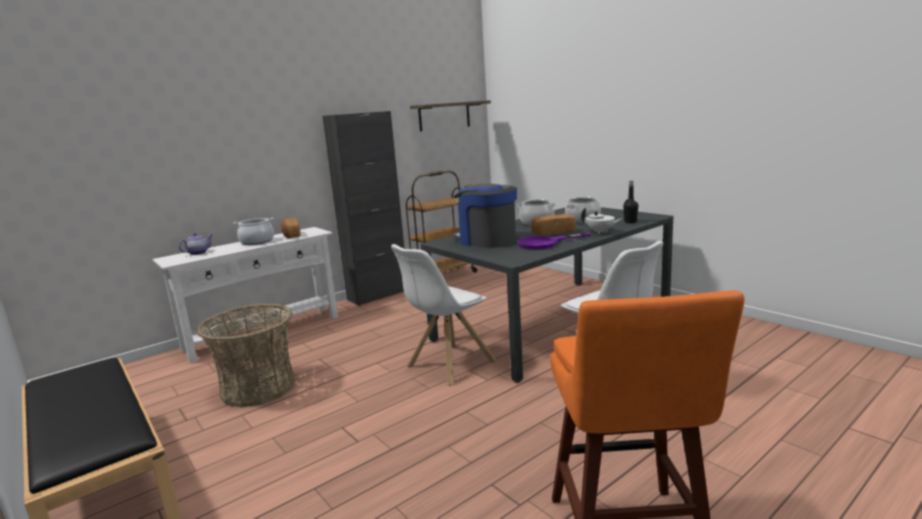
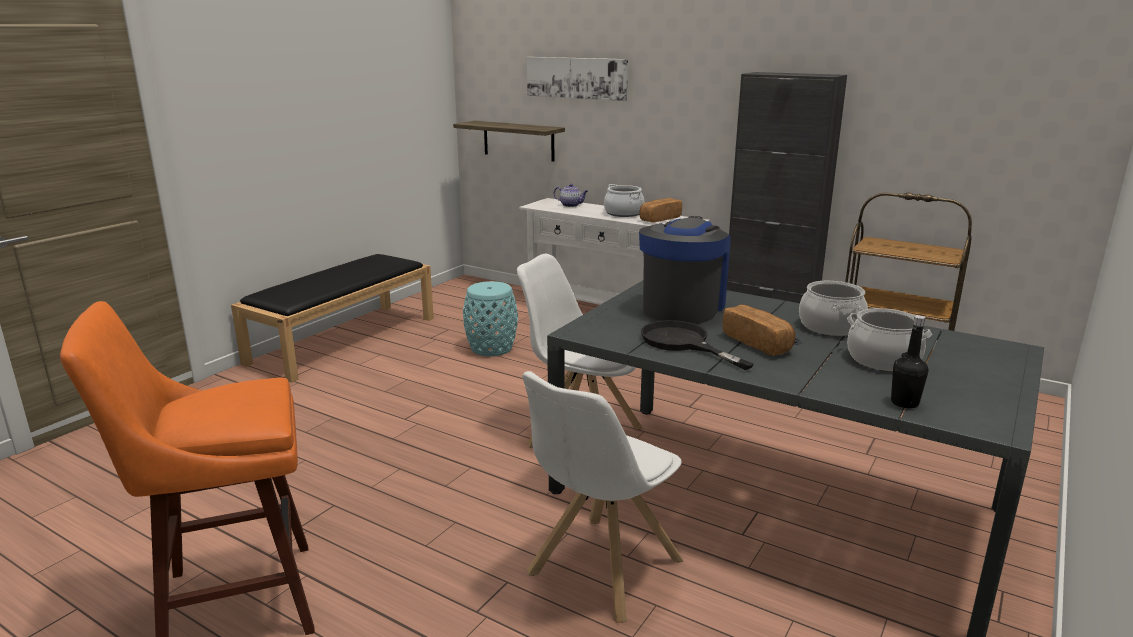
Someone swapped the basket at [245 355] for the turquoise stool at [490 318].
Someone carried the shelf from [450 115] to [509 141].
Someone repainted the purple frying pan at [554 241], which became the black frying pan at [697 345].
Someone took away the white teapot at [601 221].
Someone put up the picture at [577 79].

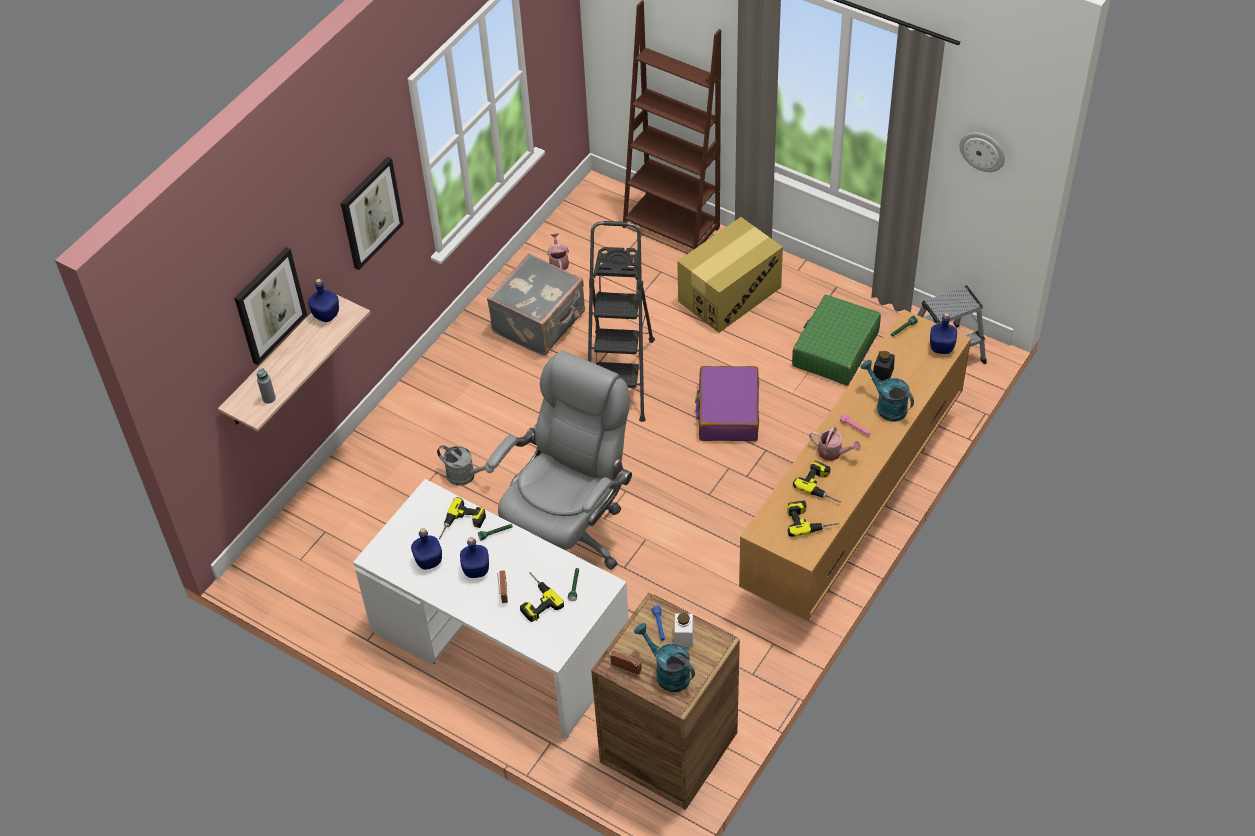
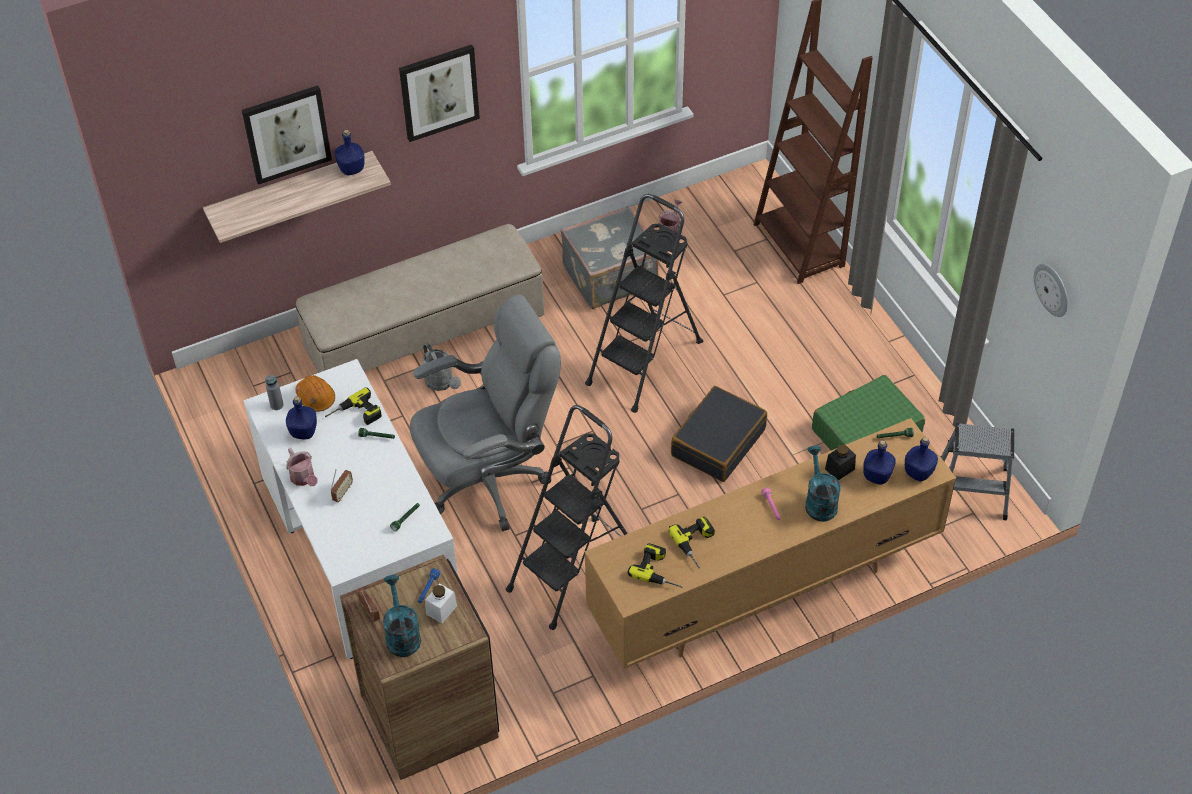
Someone carried the grey bottle from [266 386] to [274 392].
Someone carried the blue bottle from [474 557] to [879 462].
Someone took away the power drill at [542 597].
Someone took away the cardboard box at [730 275].
Someone repainted the purple suitcase at [727 403], which became the black suitcase at [719 434].
Someone carried the watering can from [835 443] to [301 467].
Someone put down the orange hard hat at [315 393].
Someone put down the beige bench at [420 298].
Someone put down the step ladder at [567 517].

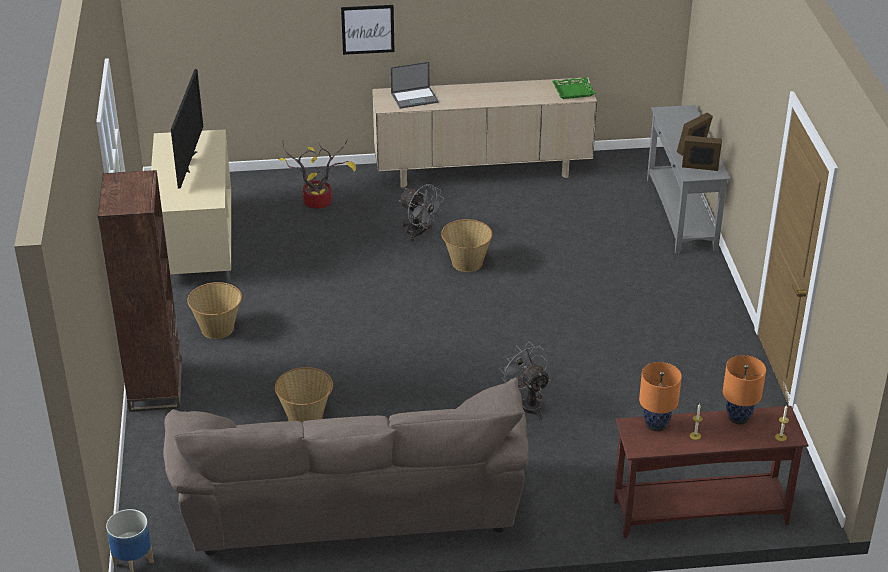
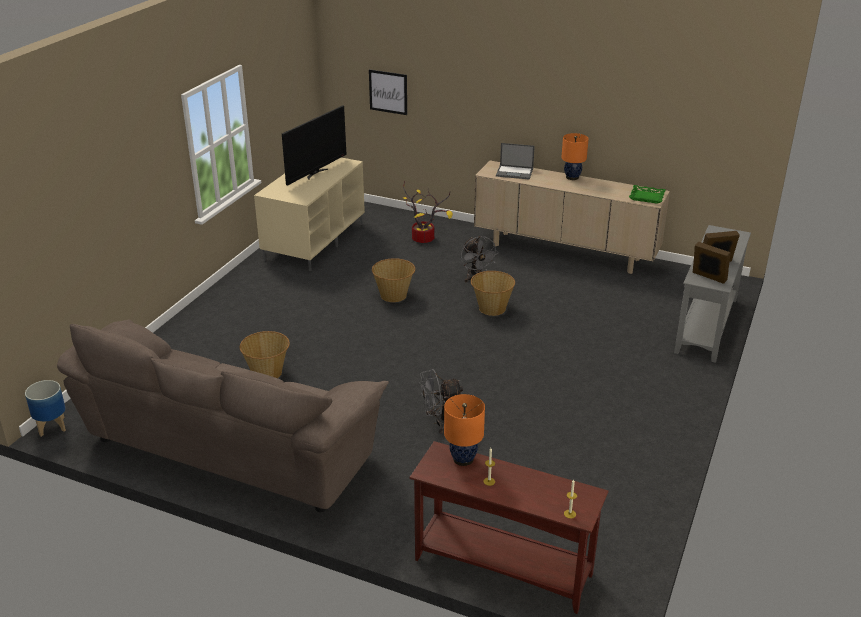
Someone took away the brown bookcase at [140 291].
Someone carried the basket from [214 310] to [393 280].
Someone carried the picture from [367 30] to [388 92].
Someone rotated the grey fan at [525 381] by 105 degrees counterclockwise.
Someone carried the orange table lamp from [744 389] to [575 156].

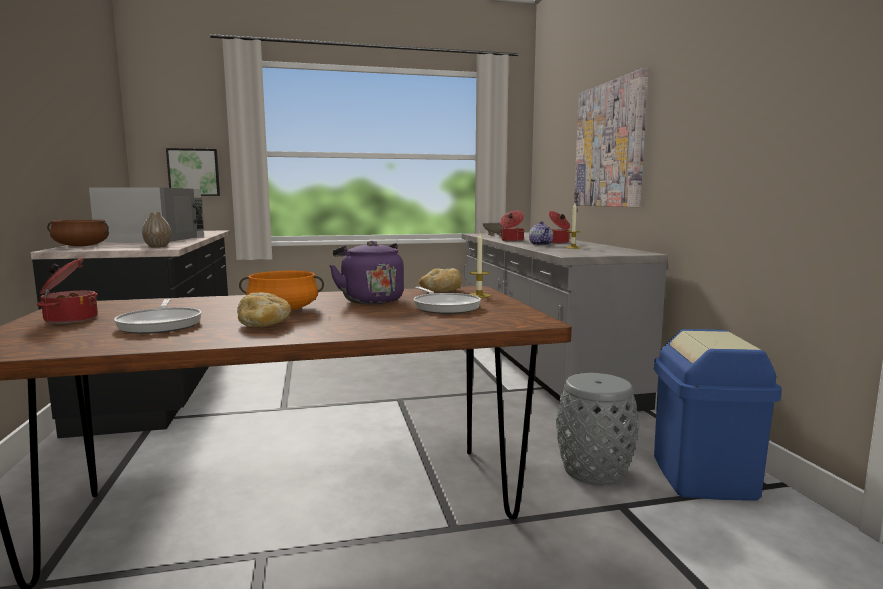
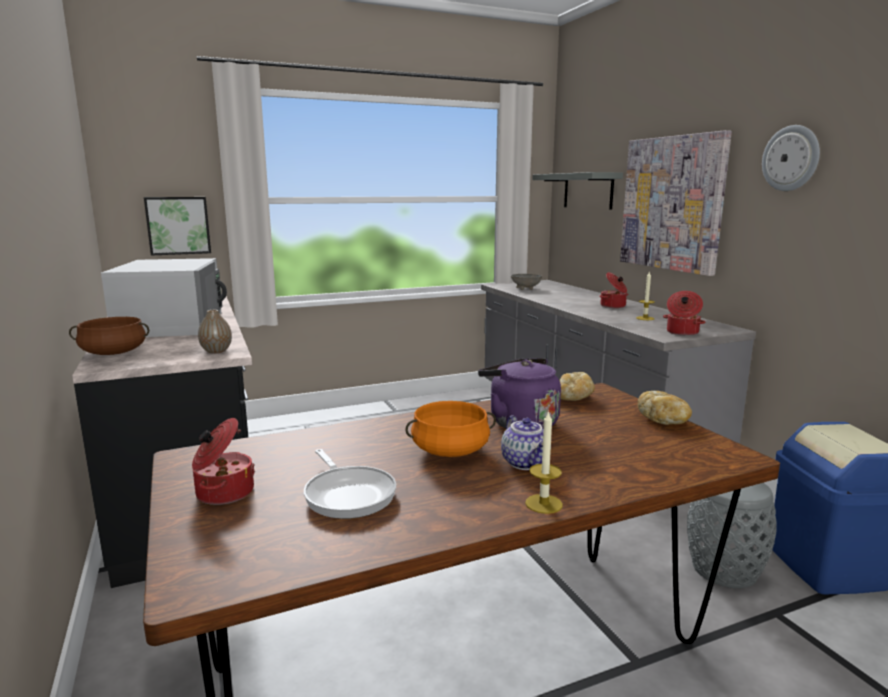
Someone carried the bread from [264 309] to [665 408].
Someone took away the frying pan at [447 300].
Someone carried the candle from [480 265] to [544 462].
Someone carried the cooking pot from [512 226] to [684 313].
Someone carried the teapot from [541 233] to [522 443].
Someone put up the grey shelf at [577 191].
Someone put up the wall clock at [791 158].

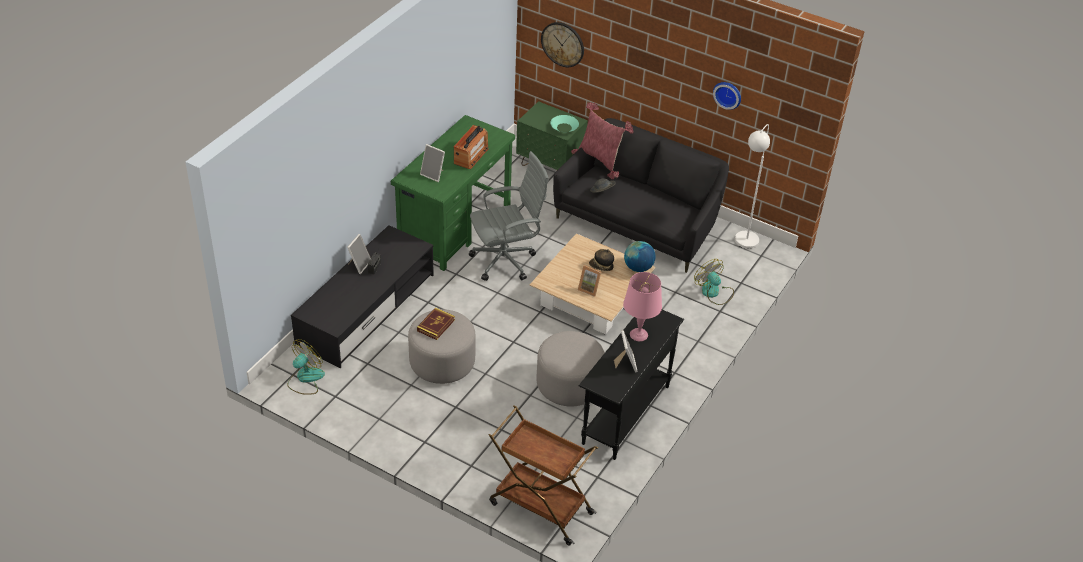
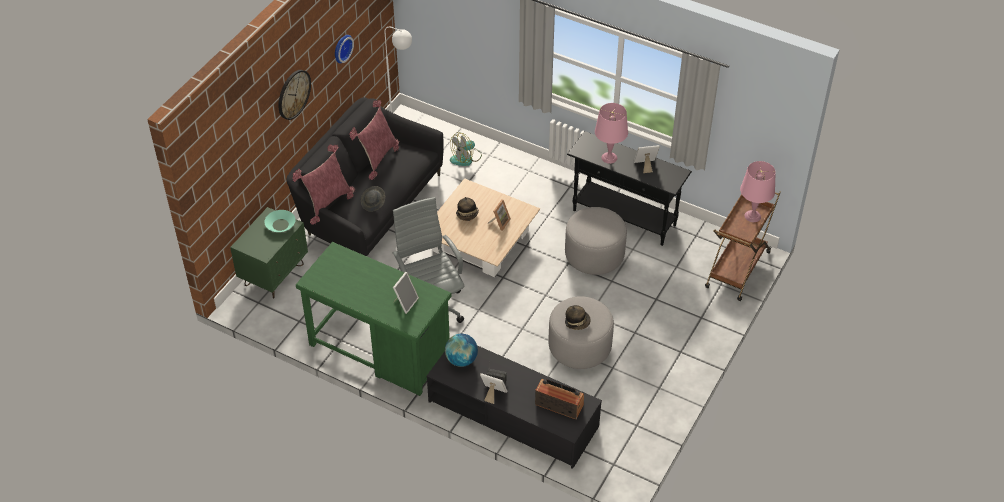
Someone took away the fan at [306 367].
Someone swapped the book at [436 323] for the hat at [578 317].
Someone carried the radio from [471 147] to [559 399].
Someone carried the wall clock from [562 44] to [295 95].
Someone carried the globe from [640 256] to [461 350].
Someone put down the red pillow at [374 139].
Someone put down the pink table lamp at [758 191].

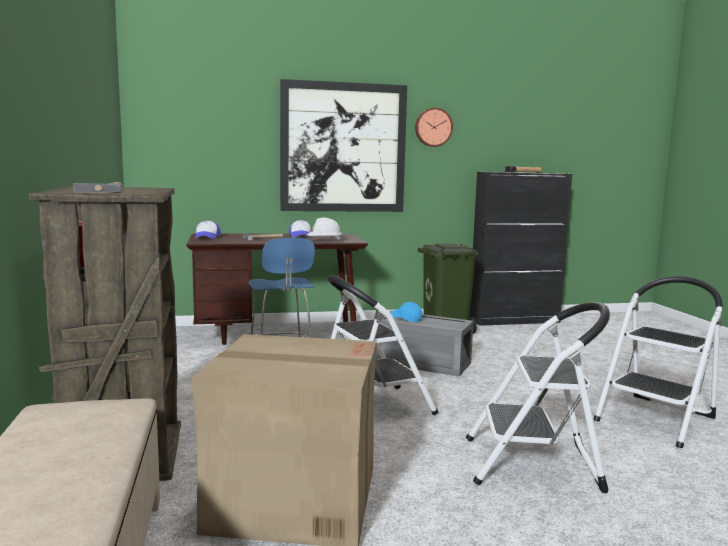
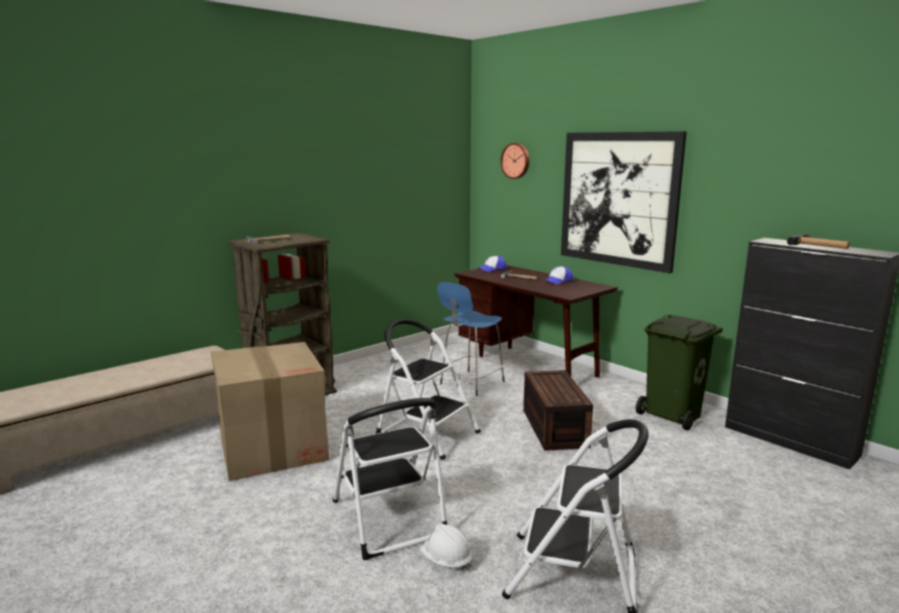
Someone carried the white hard hat from [324 229] to [446 547].
Someone repainted the grey storage box at [424 343], which became the brown storage box at [558 410].
Someone took away the blue cap at [407 312].
Someone carried the wall clock from [434 127] to [515 161].

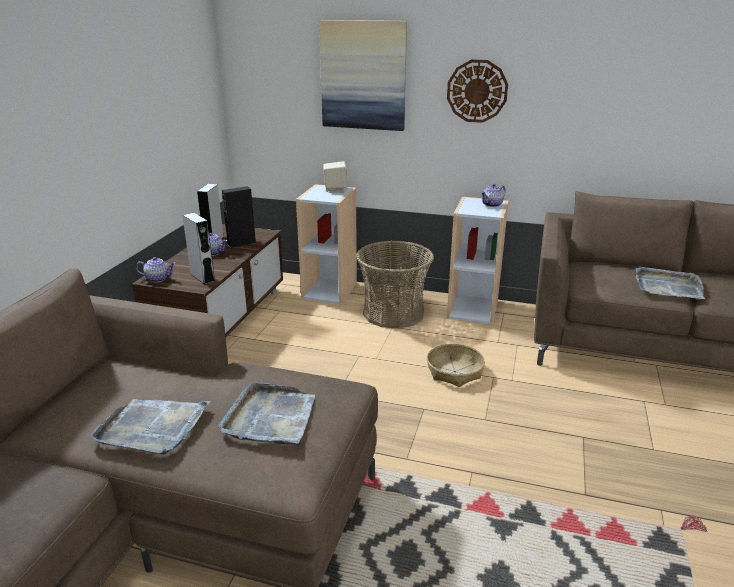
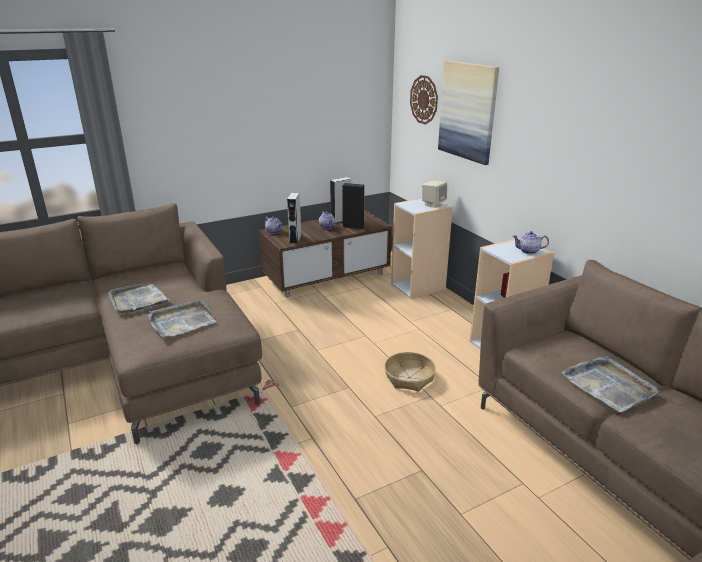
Someone took away the basket at [395 285].
Someone carried the wall clock from [477 91] to [424 100].

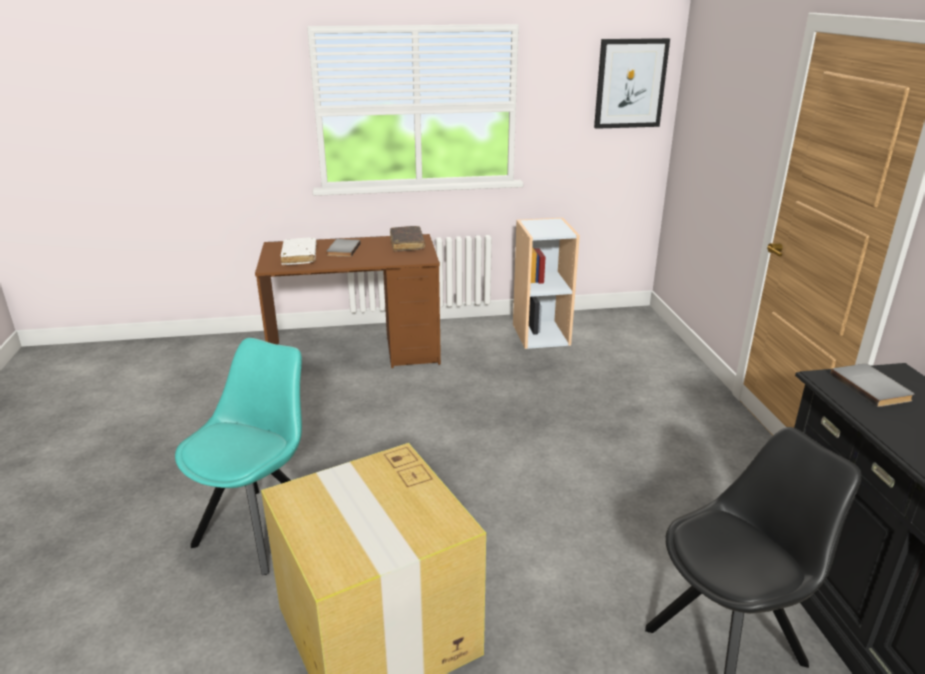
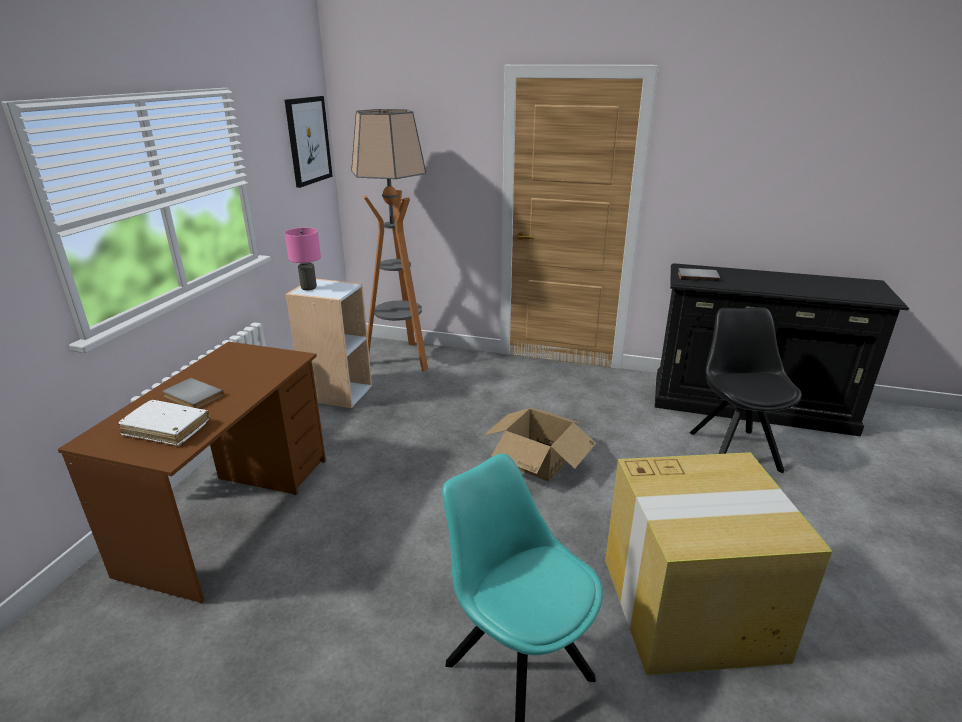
Someone took away the brown book at [407 239].
Someone put down the pink table lamp at [303 259].
Someone put down the floor lamp at [389 240].
Someone put down the cardboard box at [539 444].

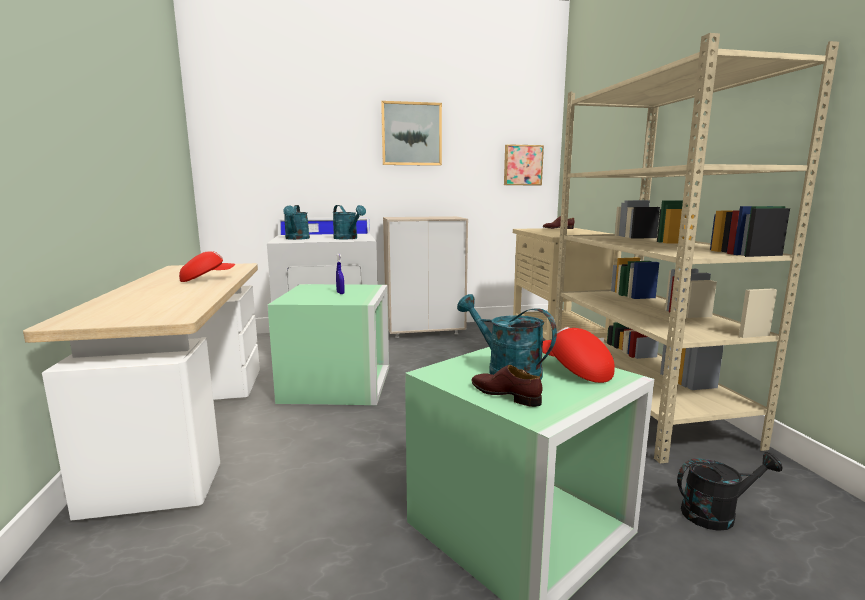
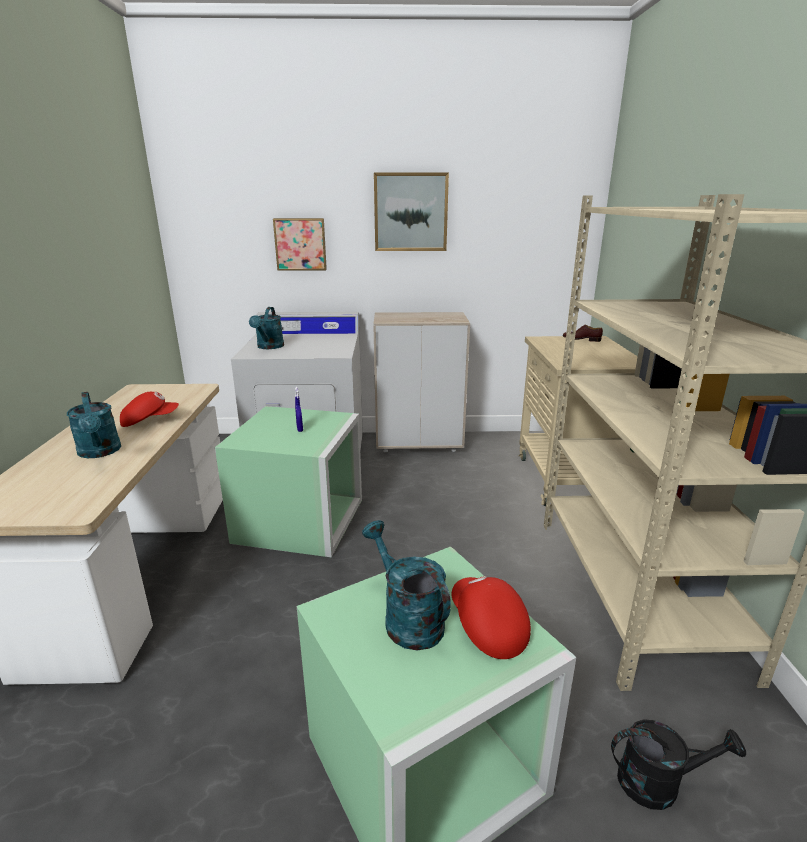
Someone carried the turquoise watering can from [349 222] to [94 425].
Someone took away the brown shoe at [507 386].
Someone carried the picture from [524 164] to [300 244].

